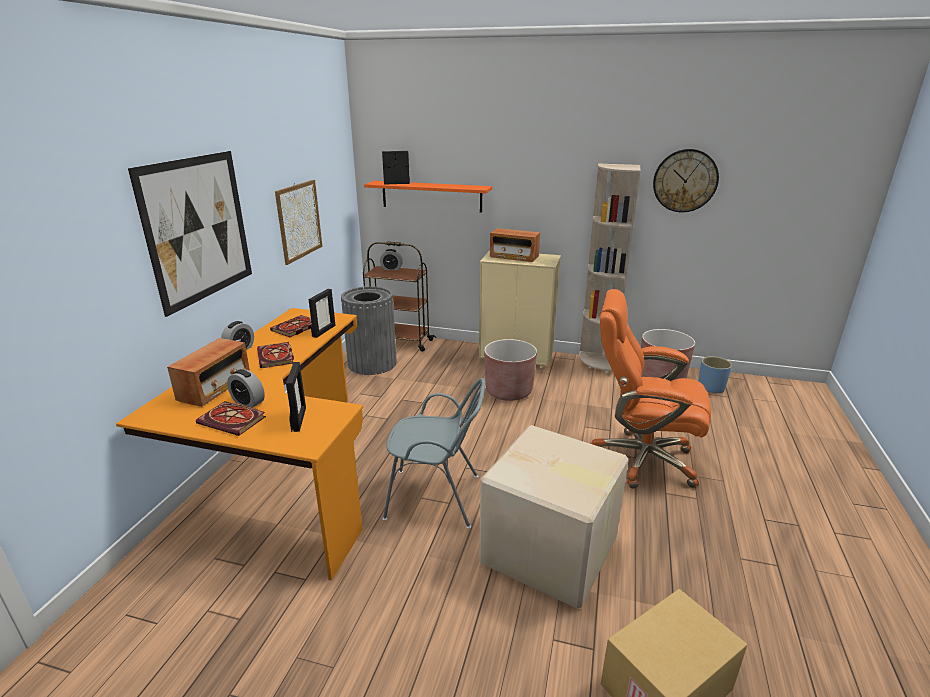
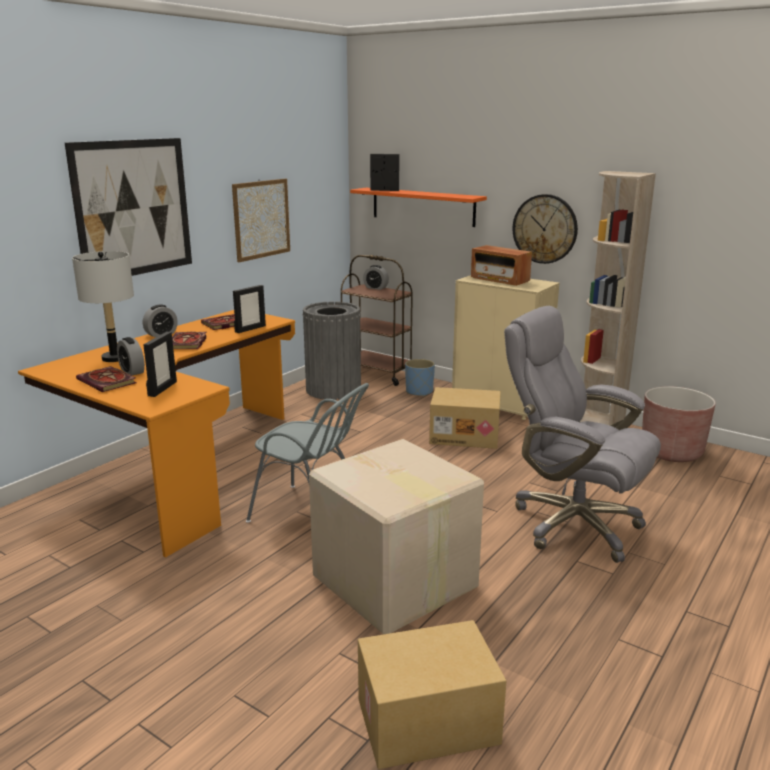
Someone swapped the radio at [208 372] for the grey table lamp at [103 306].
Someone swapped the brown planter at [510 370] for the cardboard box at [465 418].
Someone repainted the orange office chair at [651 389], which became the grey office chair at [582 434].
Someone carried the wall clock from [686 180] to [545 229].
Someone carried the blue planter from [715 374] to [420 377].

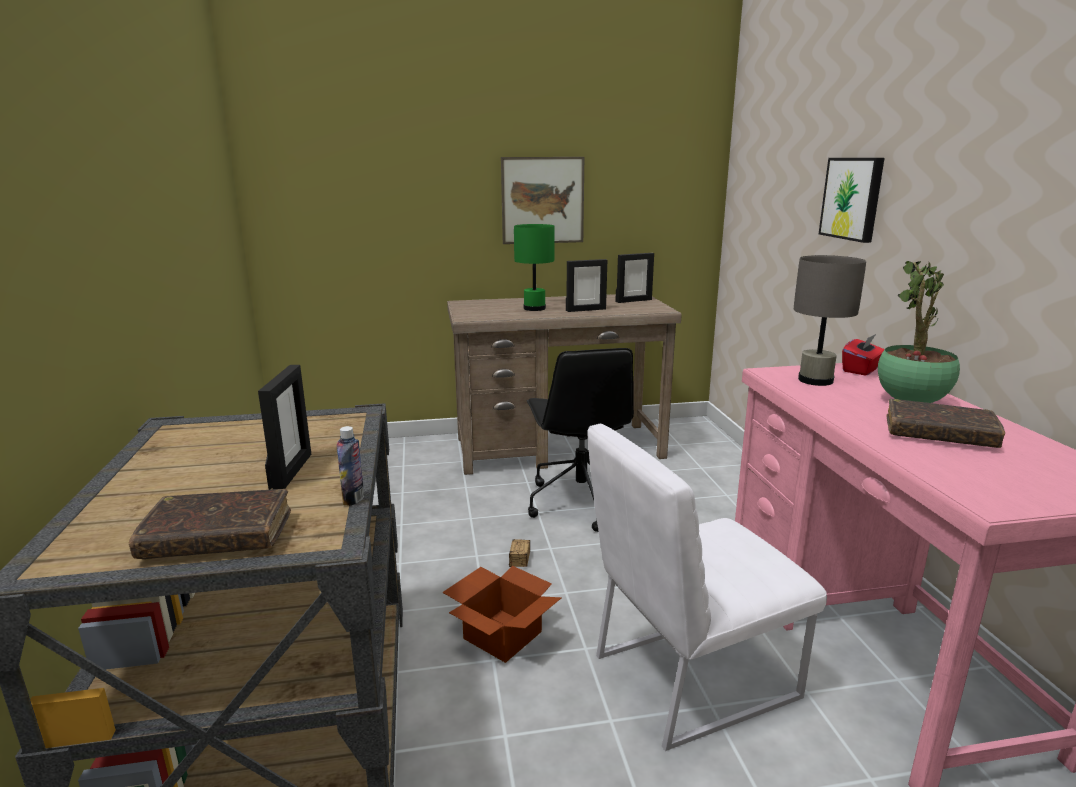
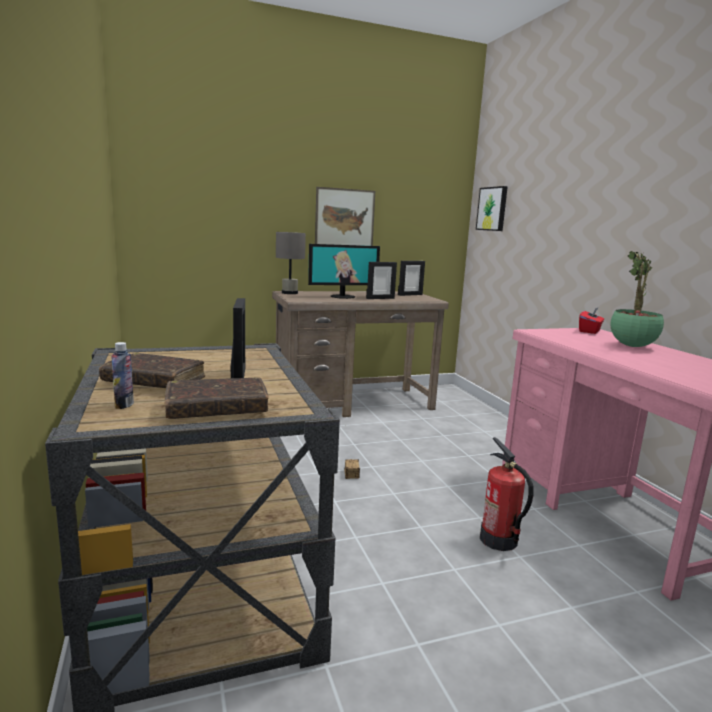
Someone carried the bottle from [350 466] to [122 375].
Someone took away the cardboard box at [502 614].
Someone swapped the green table lamp at [534 267] for the monitor at [344 271].
Someone took away the black office chair at [580 440].
Someone swapped the white chair at [707 587] for the fire extinguisher at [507 494].
Someone carried the grey table lamp from [830 320] to [291 263].
Someone carried the picture from [851 200] to [492 208].
Someone carried the brown book from [945 423] to [152 370].

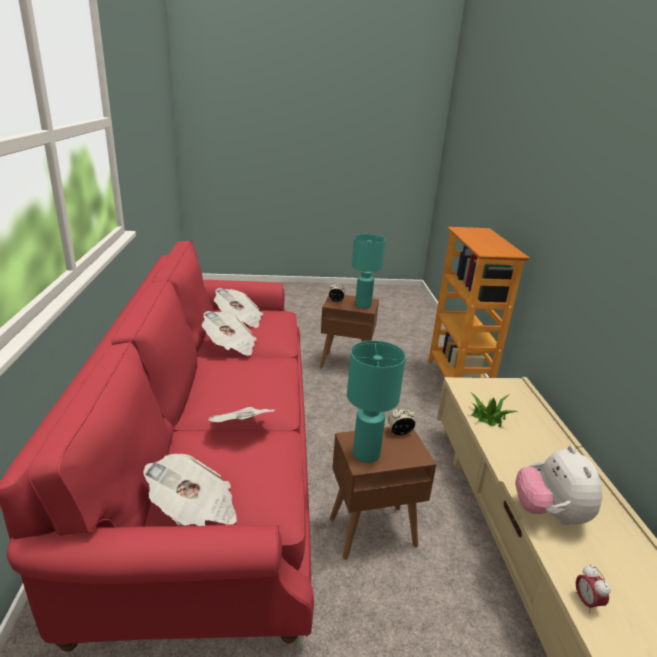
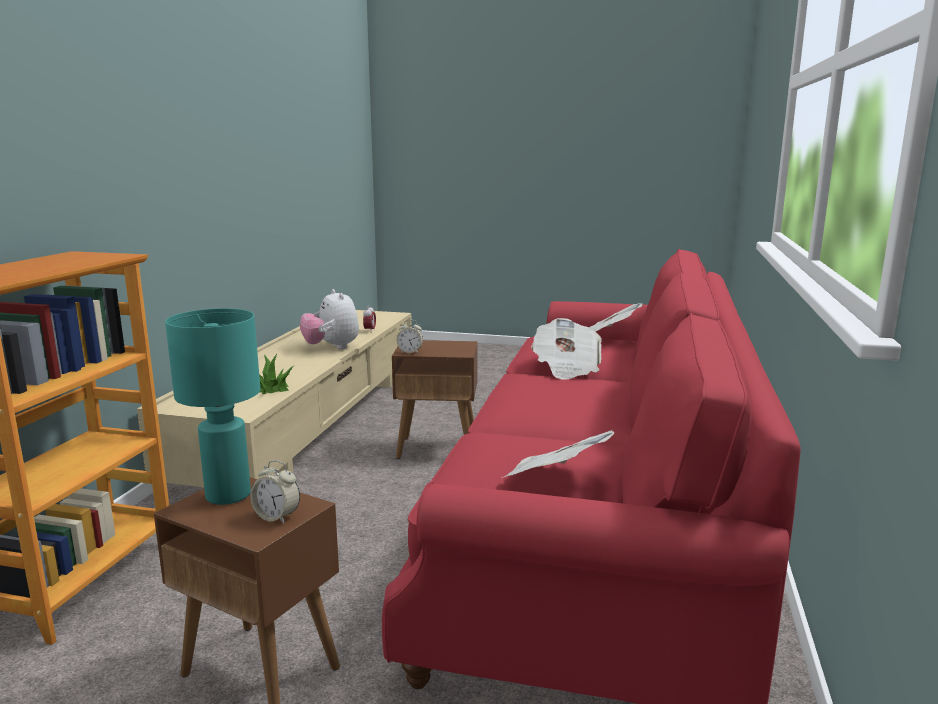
Someone took away the newspaper at [229 333].
Someone took away the turquoise table lamp at [376 402].
Someone rotated the plush toy at [558 485] by 135 degrees clockwise.

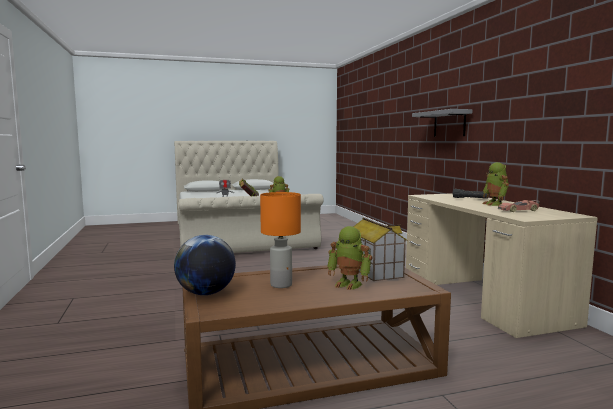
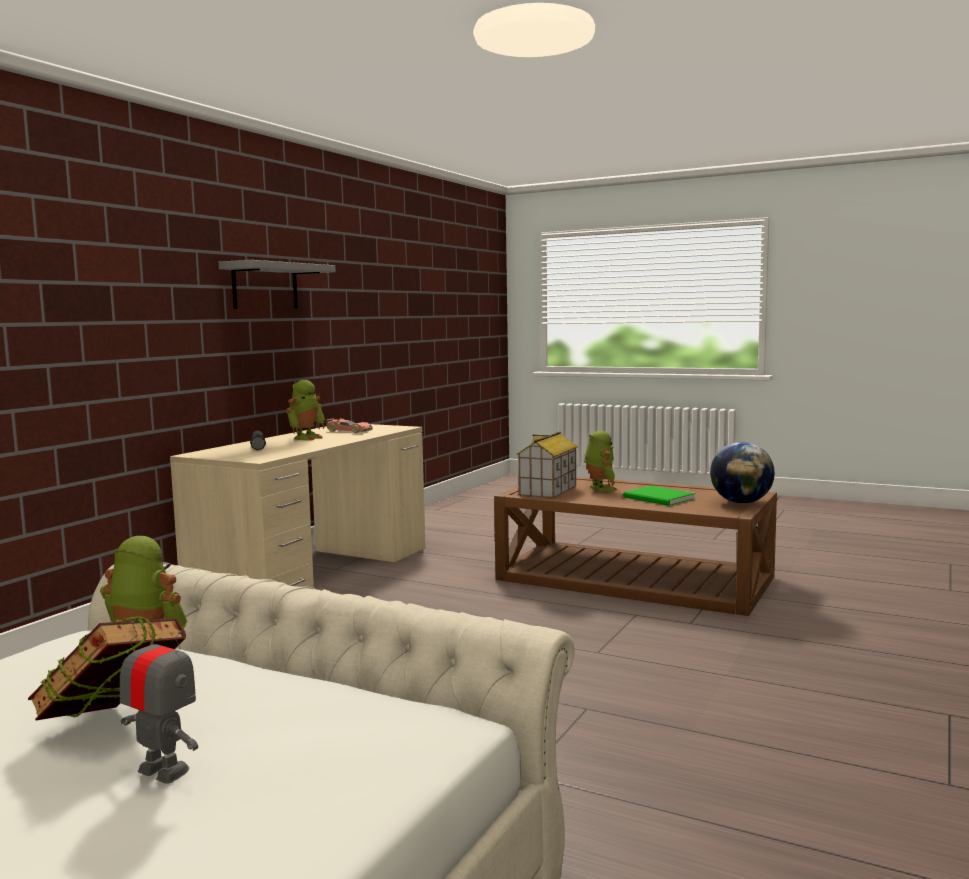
Someone swapped the orange table lamp at [280 240] for the green book at [659 496].
Someone carried the grey shelf from [442 123] to [277 284].

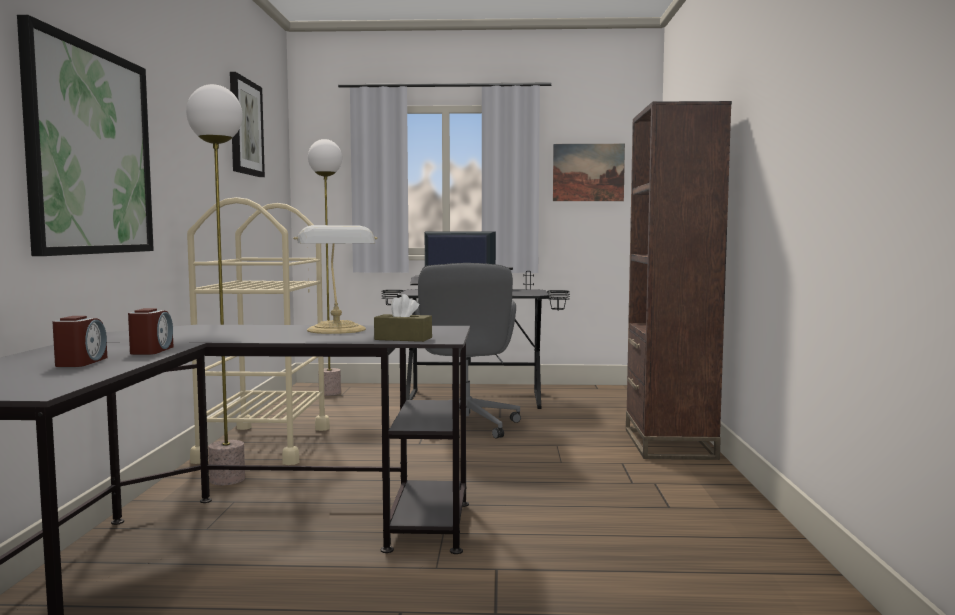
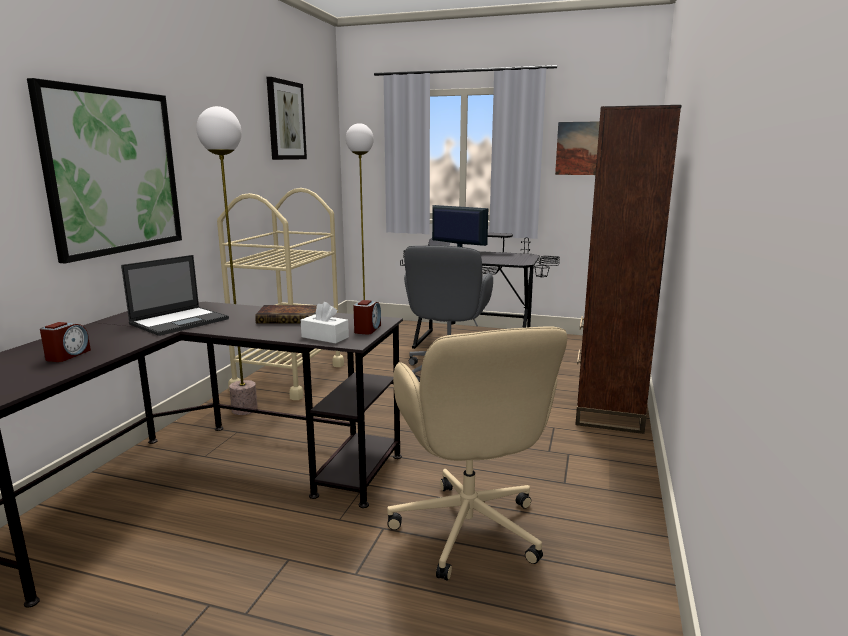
Someone carried the alarm clock from [150 331] to [367 317].
Someone swapped the table lamp at [335 279] for the book at [286 314].
Someone repainted the brown tissue box at [403 318], which became the white tissue box at [325 323].
Someone put down the laptop at [175 295].
Someone put down the beige office chair at [477 453].

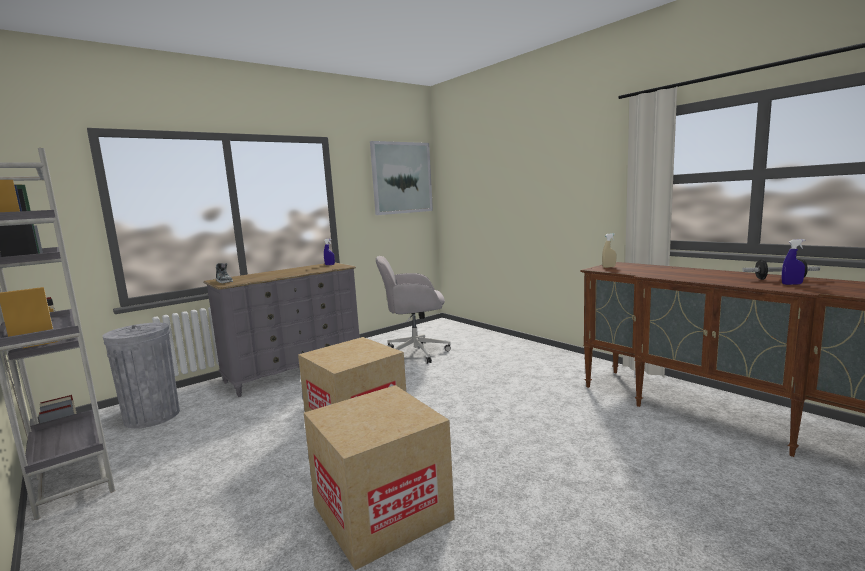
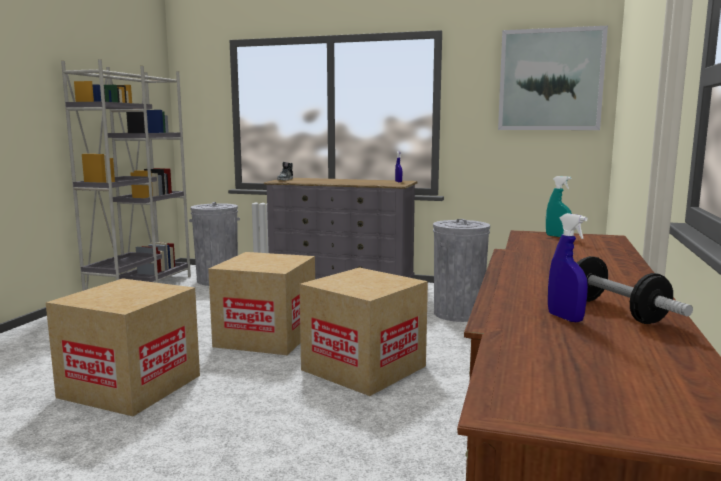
Someone swapped the grey office chair at [413 310] for the grey trash can at [461 270].
Someone repainted the beige spray bottle at [609 250], which became the turquoise spray bottle at [559 206].
Someone put down the cardboard box at [363 331].

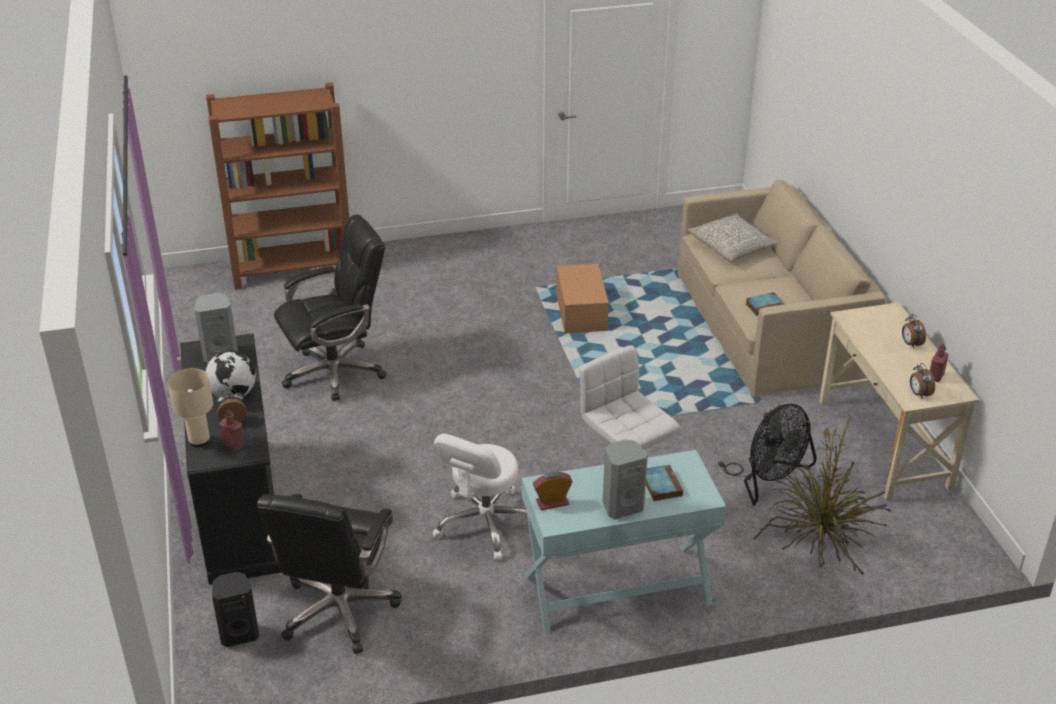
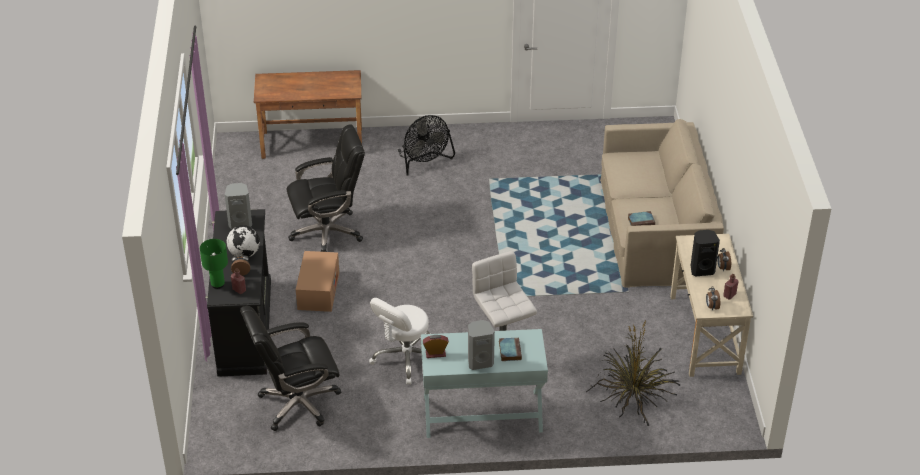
Someone repainted the beige table lamp at [190 407], which became the green table lamp at [214 264].
Someone swapped the brown bookcase at [277 186] for the brown desk at [308 114].
Someone carried the black speaker from [235 609] to [705 253].
Someone rotated the black office chair at [329 574] by 45 degrees clockwise.
Someone carried the cardboard box from [582 298] to [317 281].
Someone took away the grey pillow at [732 237].
Someone carried the black fan from [767 455] to [426 145].

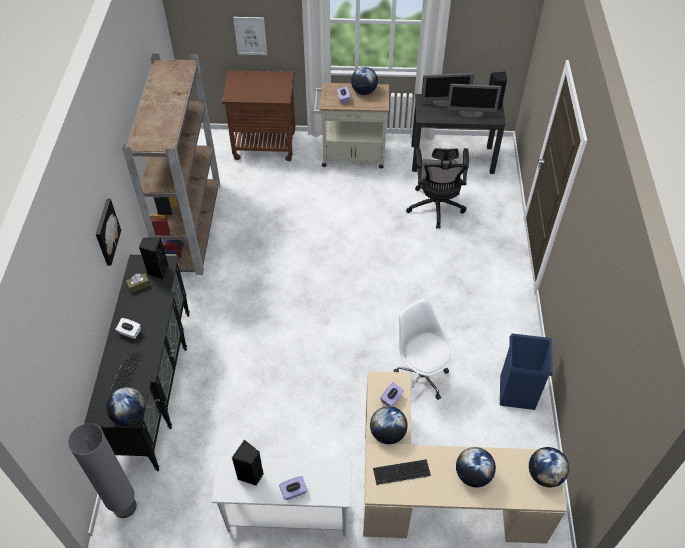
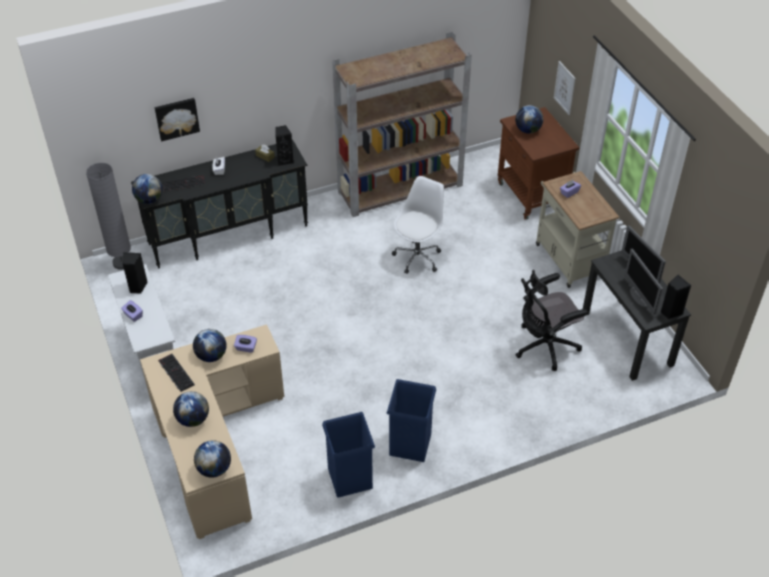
Someone carried the picture from [108 232] to [177 119].
Someone carried the globe from [364 81] to [529 119].
Someone carried the white office chair from [424 349] to [418 225].
Someone put down the blue trash can at [411 420].

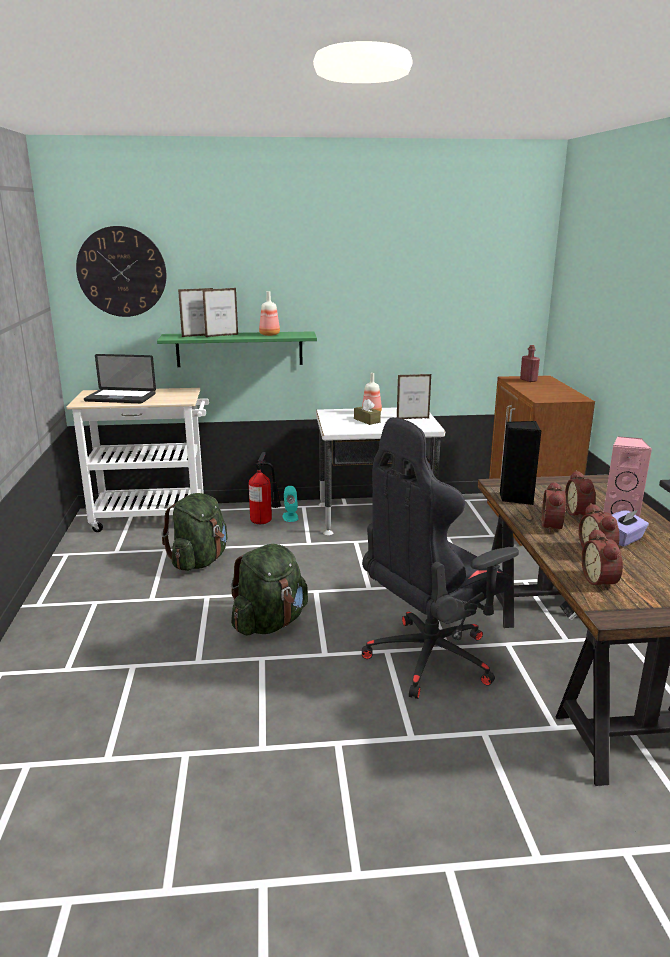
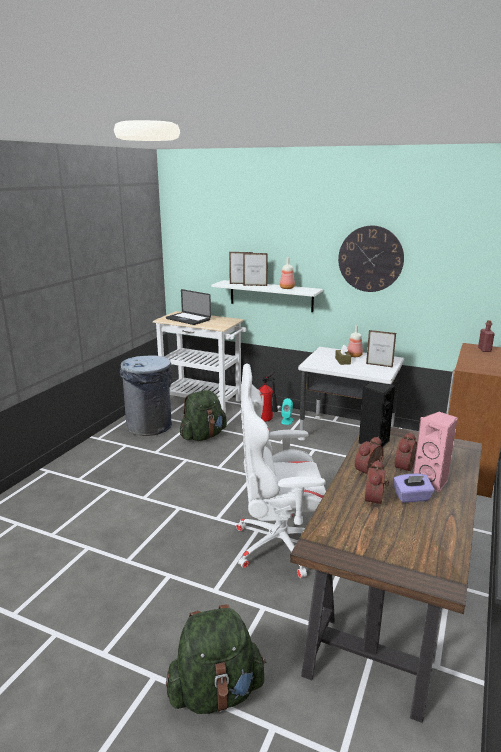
Someone carried the wall clock from [121 271] to [371 259].
Someone repainted the green shelf at [237 349], which became the white shelf at [267 296].
Someone carried the green backpack from [269 589] to [216 659].
Someone repainted the black office chair at [440 558], which became the white office chair at [281 470].
Someone took away the alarm clock at [602 560].
Someone put down the grey trash can at [146 395].

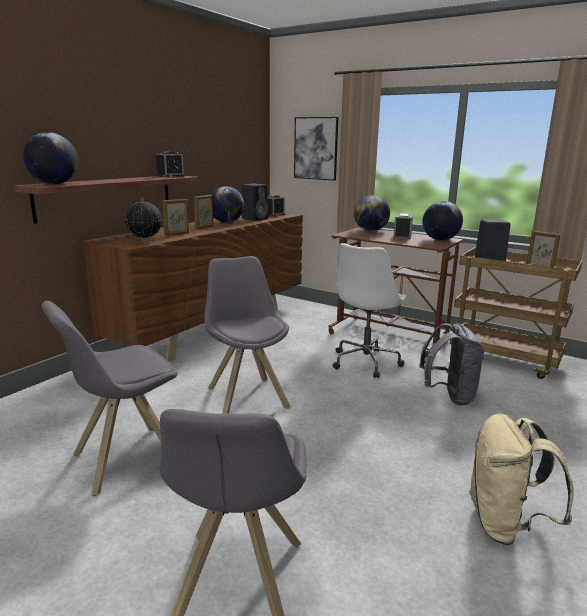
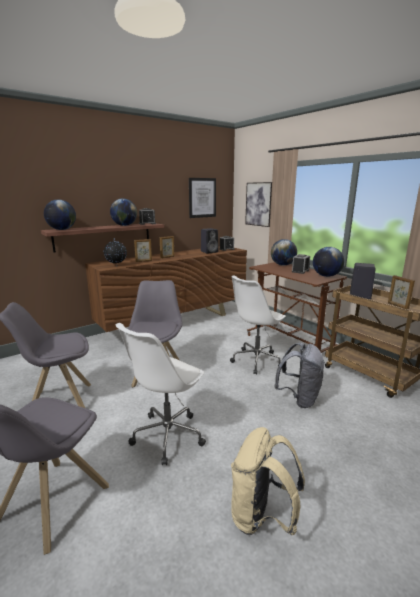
Someone carried the globe from [227 204] to [123 212].
Someone put down the white office chair at [161 394].
Someone put up the picture at [202 198].

